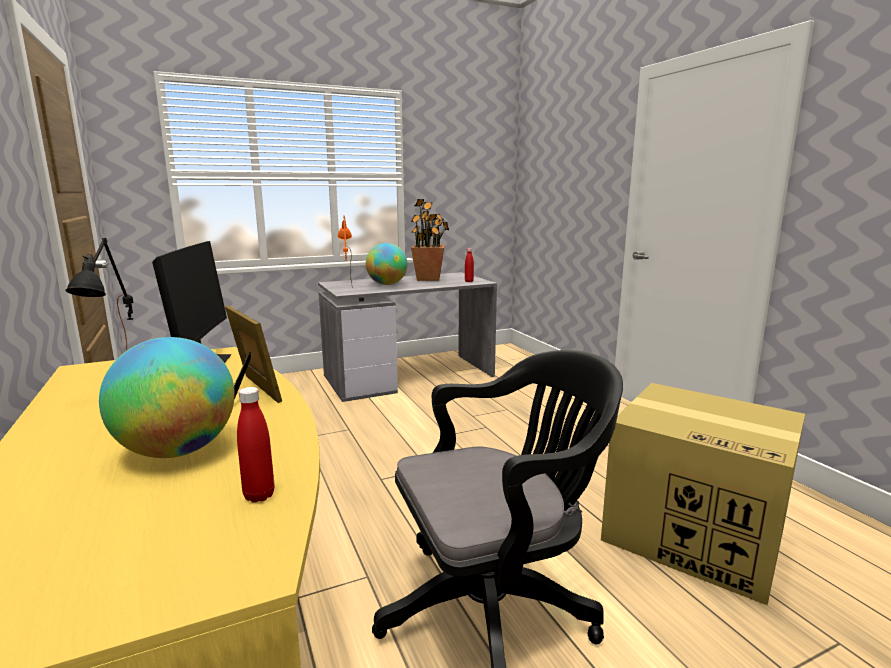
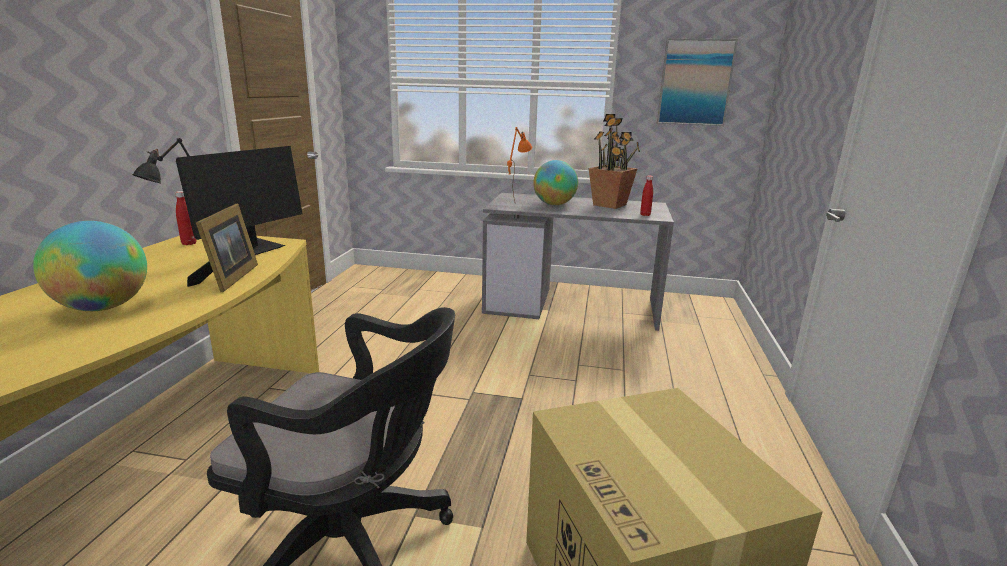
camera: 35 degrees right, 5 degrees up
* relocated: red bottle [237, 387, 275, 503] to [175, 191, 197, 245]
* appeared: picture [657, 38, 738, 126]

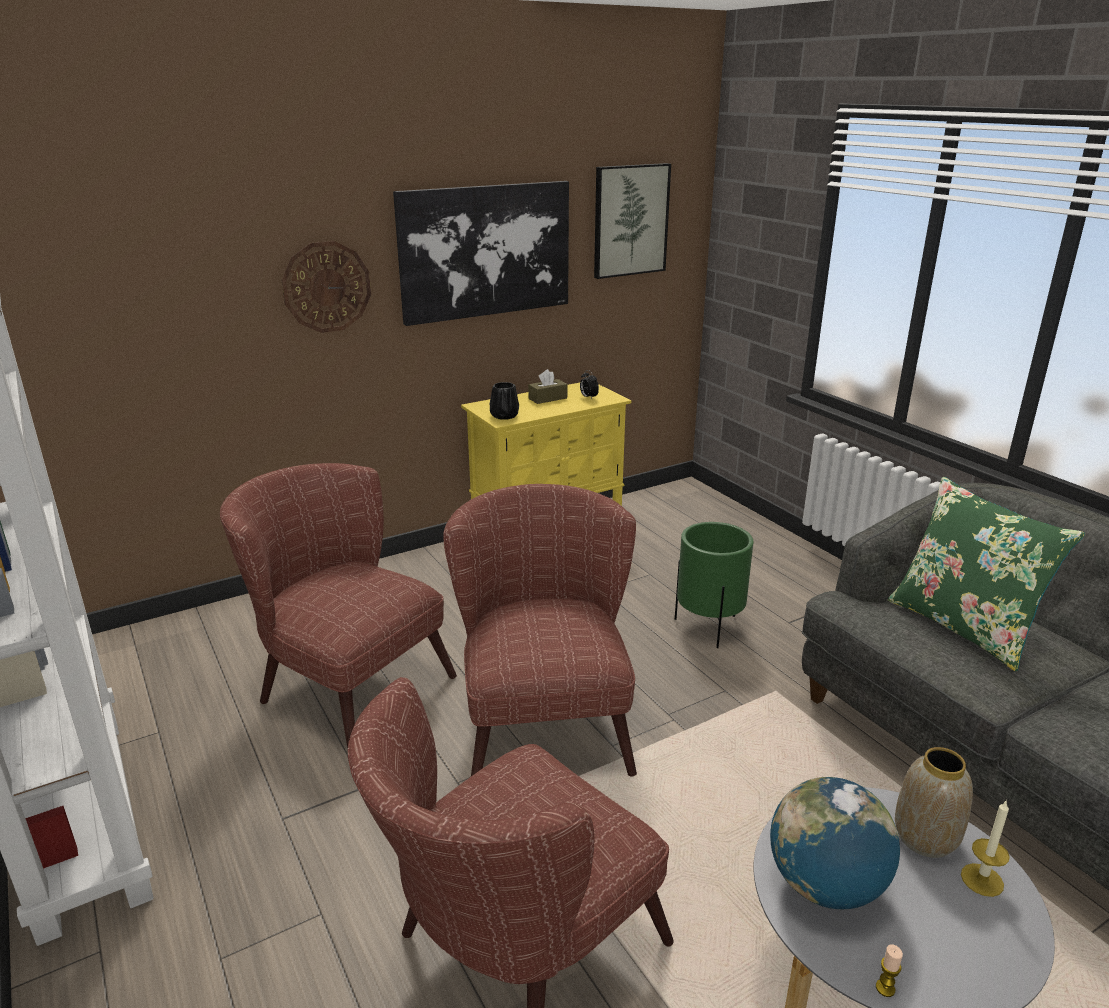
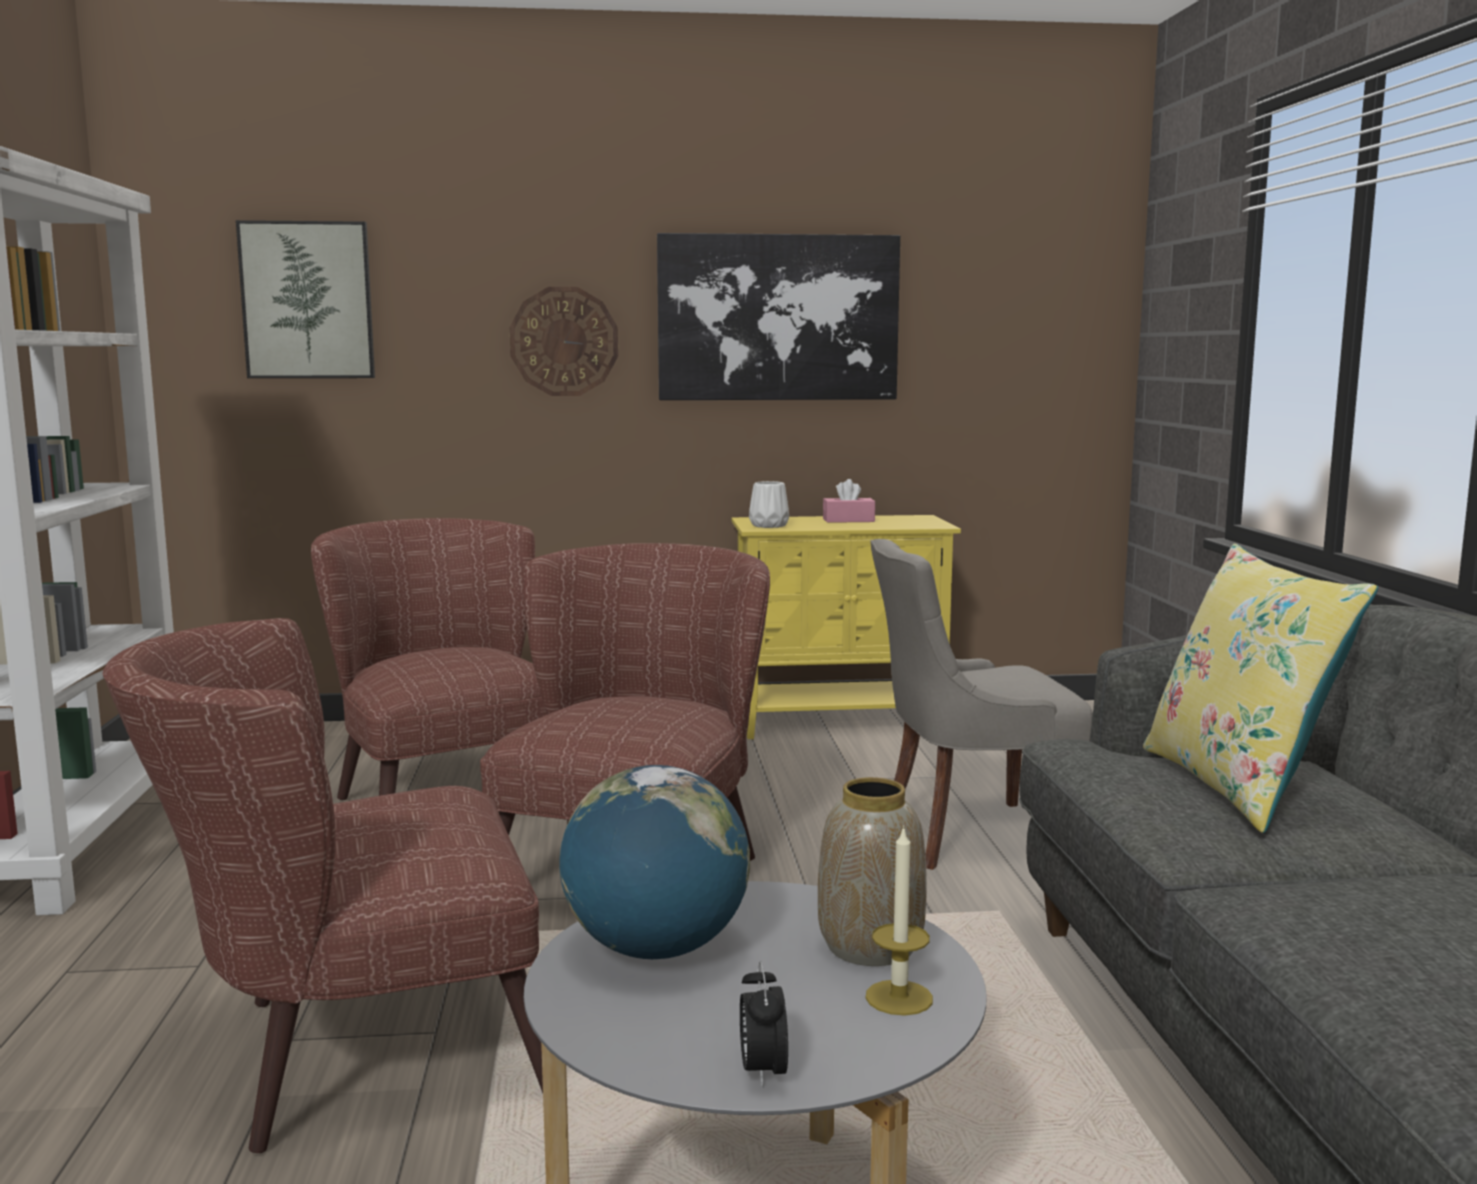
camera: 25 degrees right, 15 degrees down
* colour: black vase [490, 382, 519, 420] to white vase [749, 481, 789, 528]
* colour: brown tissue box [528, 369, 567, 404] to pink tissue box [823, 479, 875, 523]
* relocated: alarm clock [580, 370, 599, 399] to [740, 961, 788, 1088]
* relocated: picture [594, 163, 671, 279] to [236, 220, 375, 378]
* exchanged: green planter [675, 522, 753, 648] to grey chair [870, 539, 1093, 870]
* missing: candle [876, 944, 903, 997]
* colour: green pillow [888, 477, 1085, 671] to yellow pillow [1143, 544, 1378, 833]

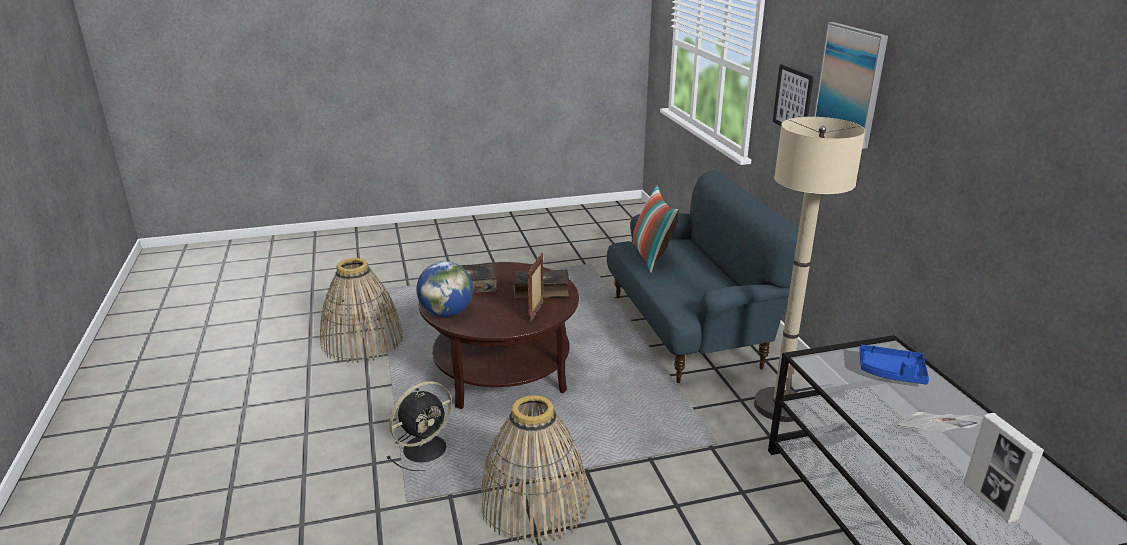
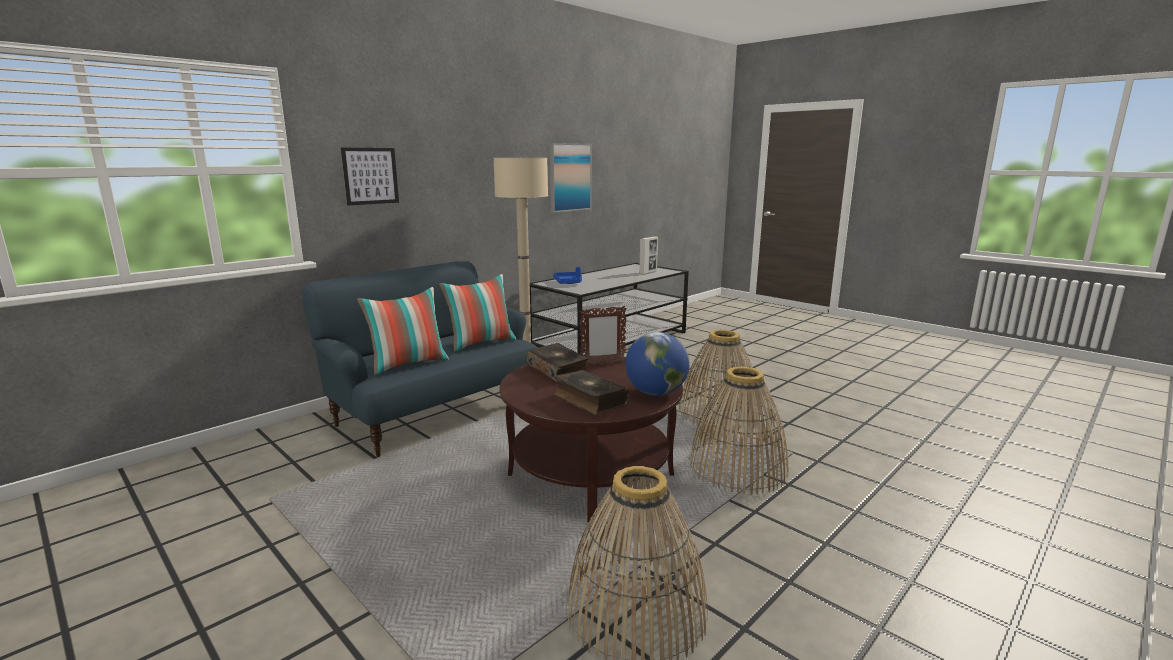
camera: 120 degrees left, 10 degrees down
* exchanged: black fan [387, 381, 452, 471] to basket [689, 367, 788, 495]
* relocated: picture [814, 22, 888, 149] to [550, 143, 592, 213]
* missing: newspaper [894, 412, 983, 432]
* appeared: pillow [439, 274, 516, 352]

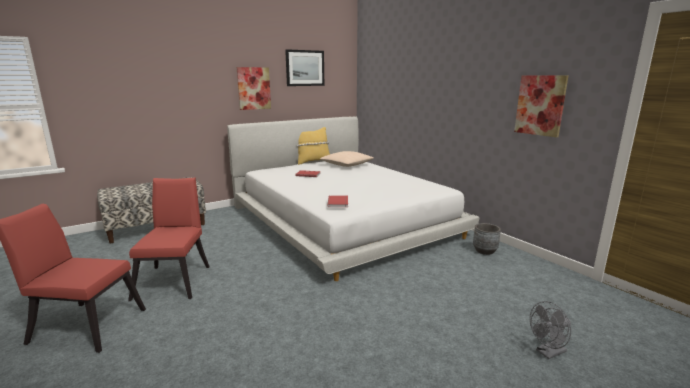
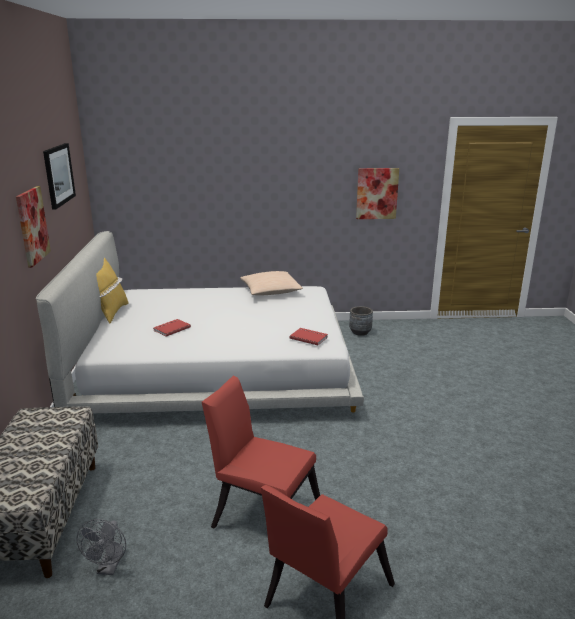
camera: 60 degrees left, 5 degrees up
* relocated: beige pillow [320, 151, 374, 167] to [240, 271, 303, 295]
* relocated: grey fan [530, 301, 571, 359] to [77, 519, 126, 575]

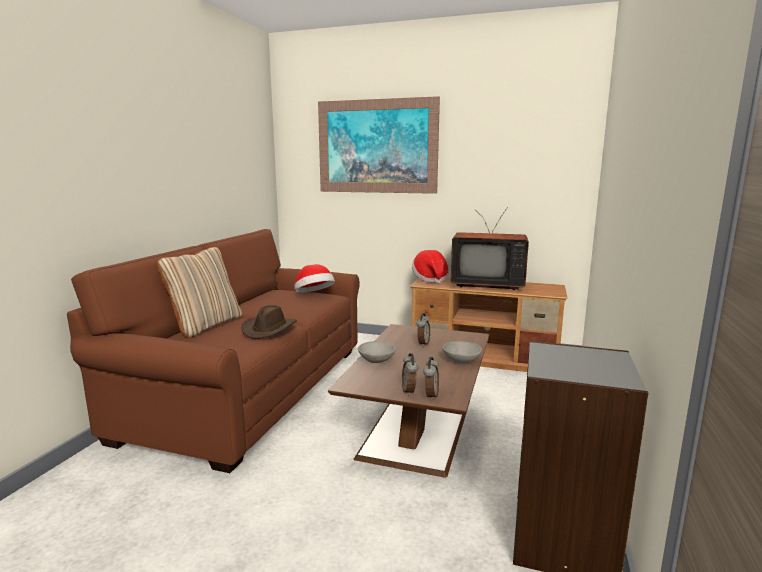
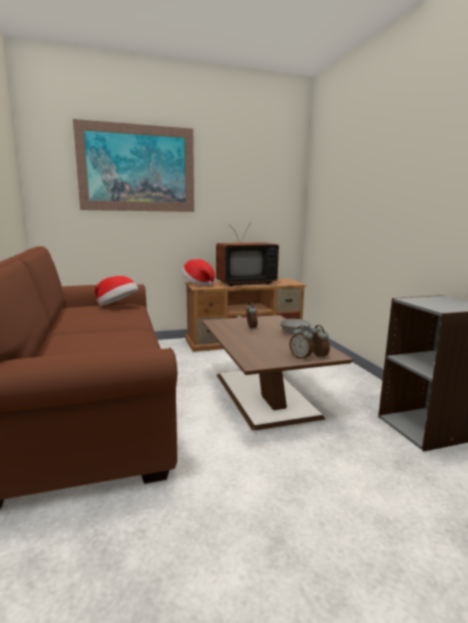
camera: 35 degrees left, 0 degrees up
* missing: beige pillow [157, 247, 242, 338]
* missing: brown hat [242, 305, 297, 339]
* missing: grey bowl [358, 341, 396, 363]

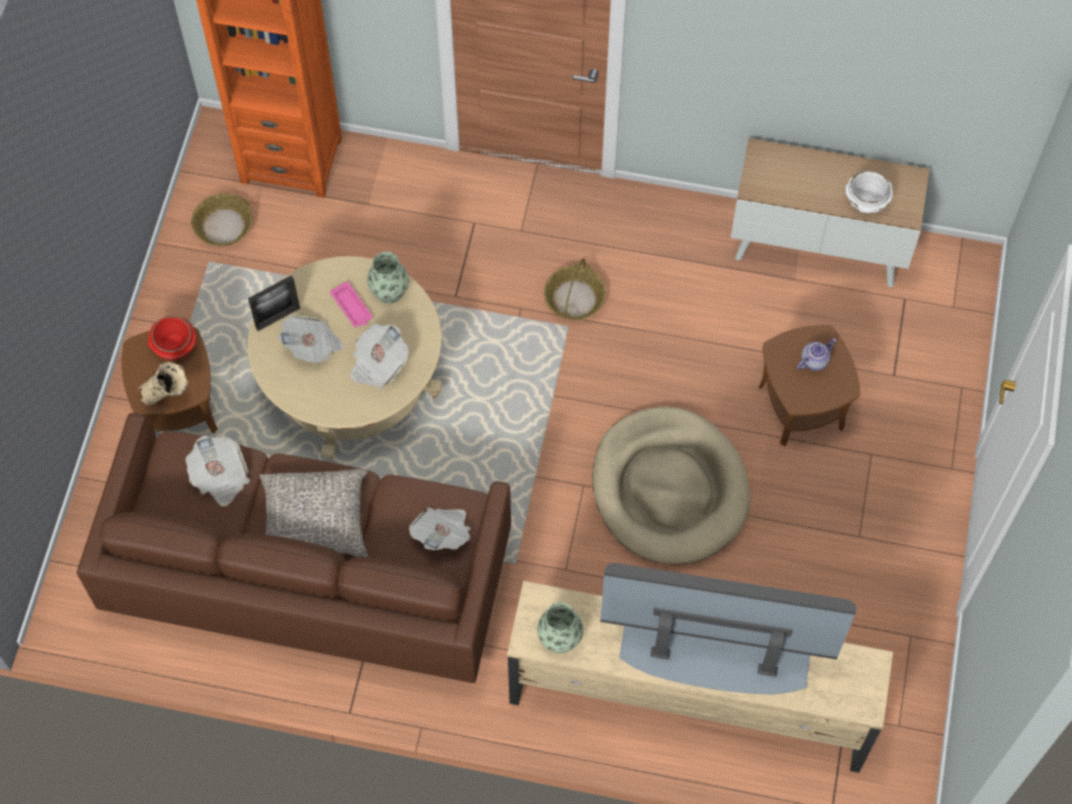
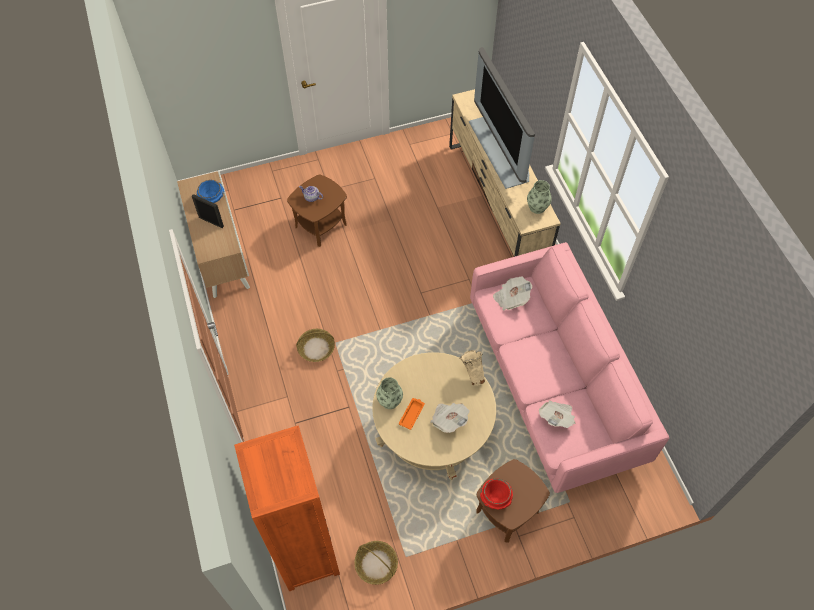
camera: 120 degrees left, 5 degrees down
* colour: brown sofa [77, 413, 511, 683] to pink sofa [470, 242, 669, 493]
* relocated: beige vase [138, 362, 188, 405] to [459, 350, 485, 386]
* relocated: picture frame [248, 275, 300, 331] to [192, 194, 224, 228]
* missing: grey pillow [259, 469, 368, 557]
* colour: pink tray [330, 281, 373, 328] to orange tray [399, 398, 425, 430]
* missing: newspaper [350, 324, 409, 389]
* missing: beige dog bed [592, 407, 750, 564]
* colour: white bowl [845, 170, 893, 213] to blue bowl [196, 180, 225, 203]

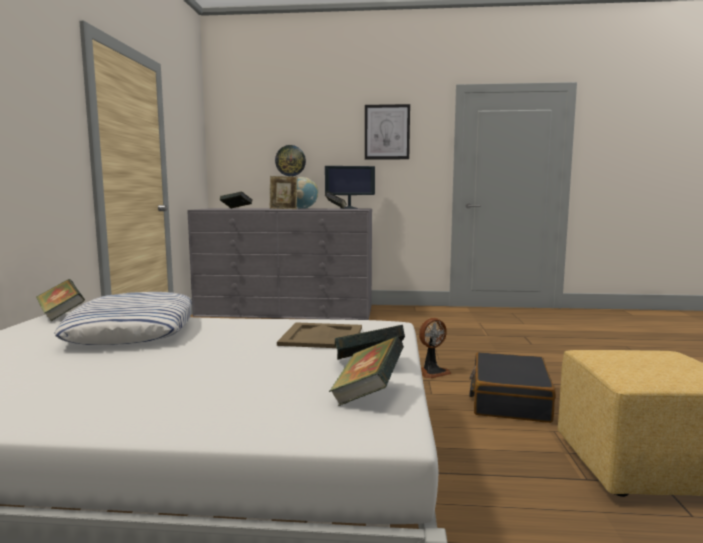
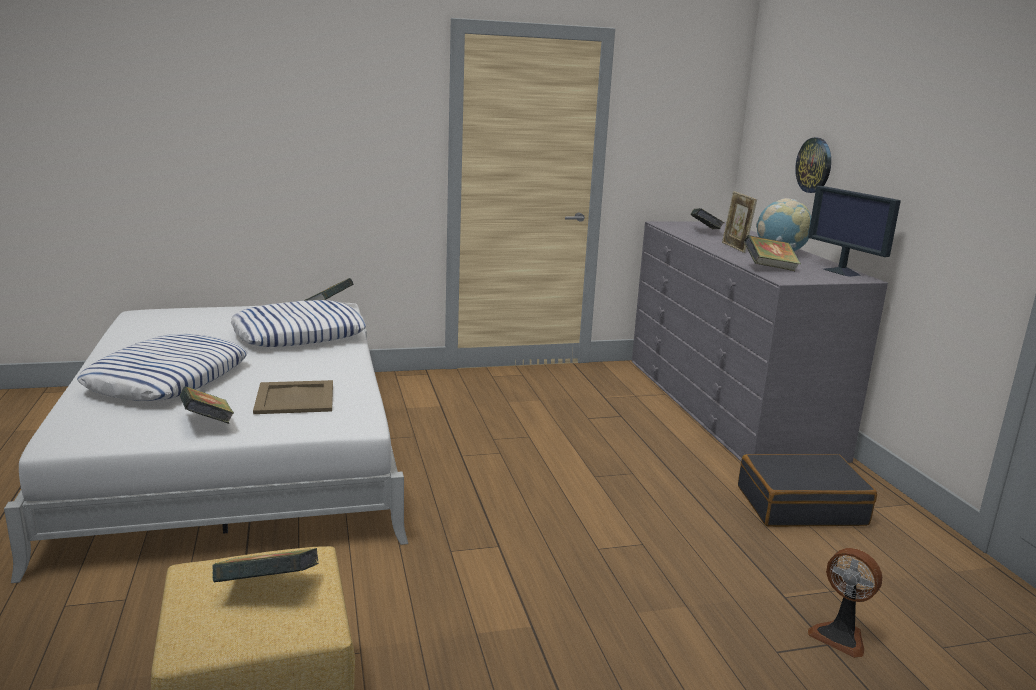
camera: 70 degrees right, 10 degrees up
* relocated: book [329, 337, 404, 406] to [212, 548, 319, 583]
* missing: picture [365, 104, 410, 160]
* relocated: fan [419, 318, 452, 379] to [807, 548, 882, 658]
* relocated: black suitcase [469, 352, 556, 423] to [738, 454, 877, 527]
* appeared: pillow [77, 334, 247, 401]

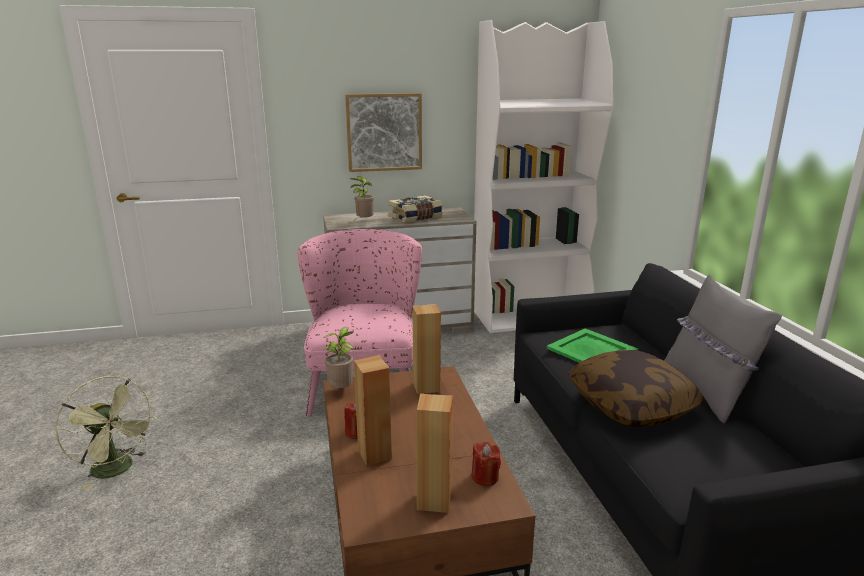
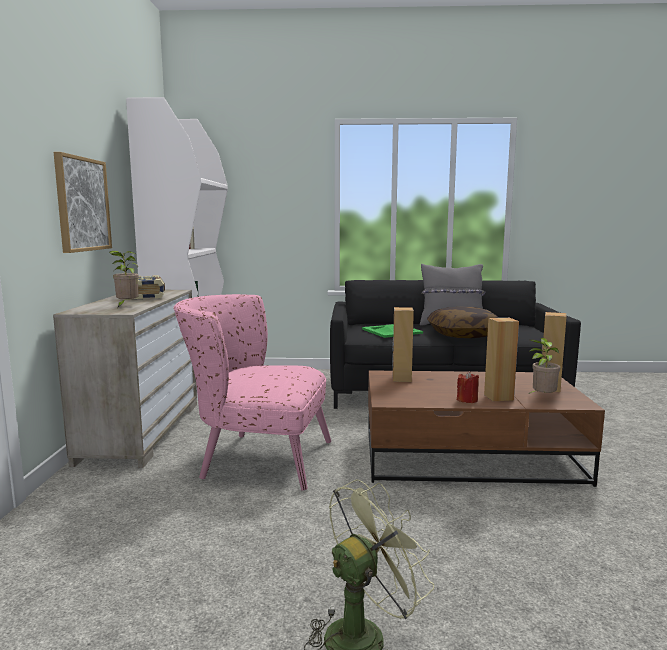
camera: 75 degrees left, 10 degrees down
* relocated: potted plant [324, 327, 353, 388] to [529, 338, 560, 394]
* missing: red candle [472, 441, 501, 486]

